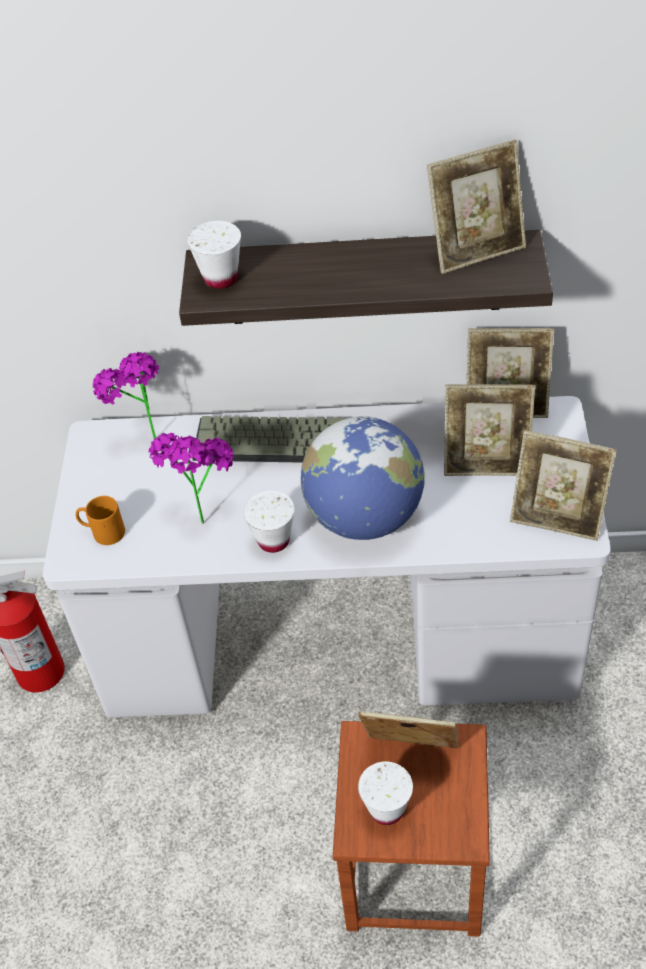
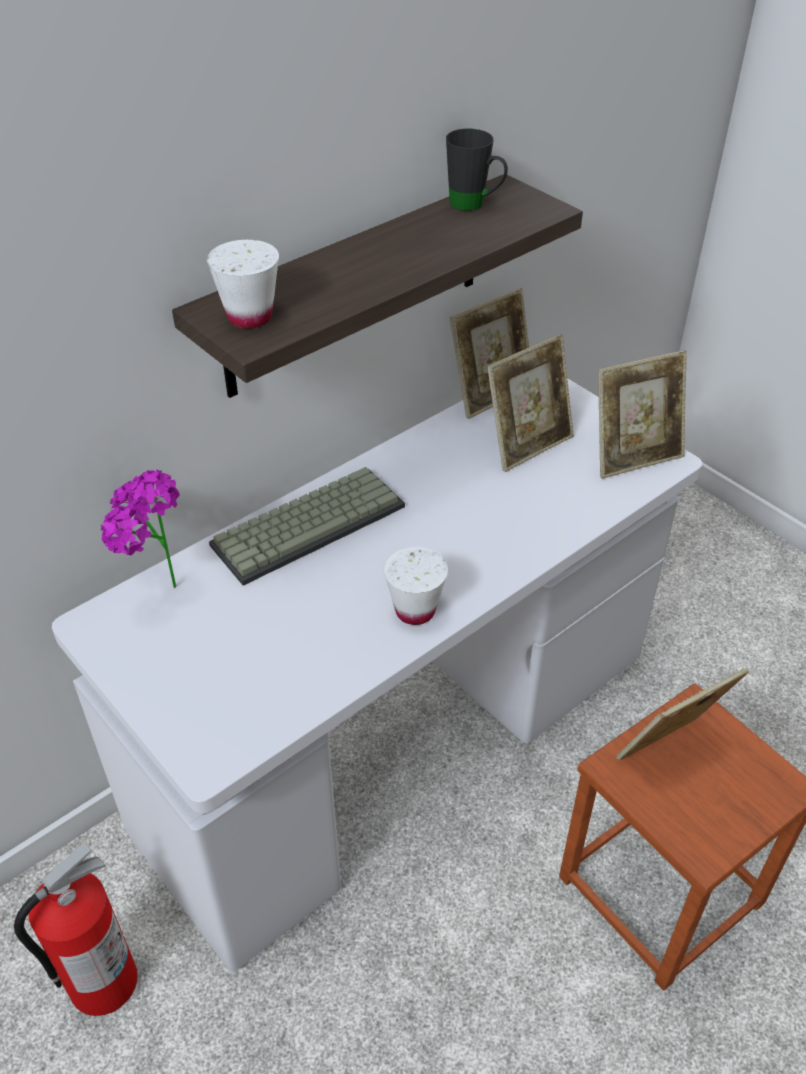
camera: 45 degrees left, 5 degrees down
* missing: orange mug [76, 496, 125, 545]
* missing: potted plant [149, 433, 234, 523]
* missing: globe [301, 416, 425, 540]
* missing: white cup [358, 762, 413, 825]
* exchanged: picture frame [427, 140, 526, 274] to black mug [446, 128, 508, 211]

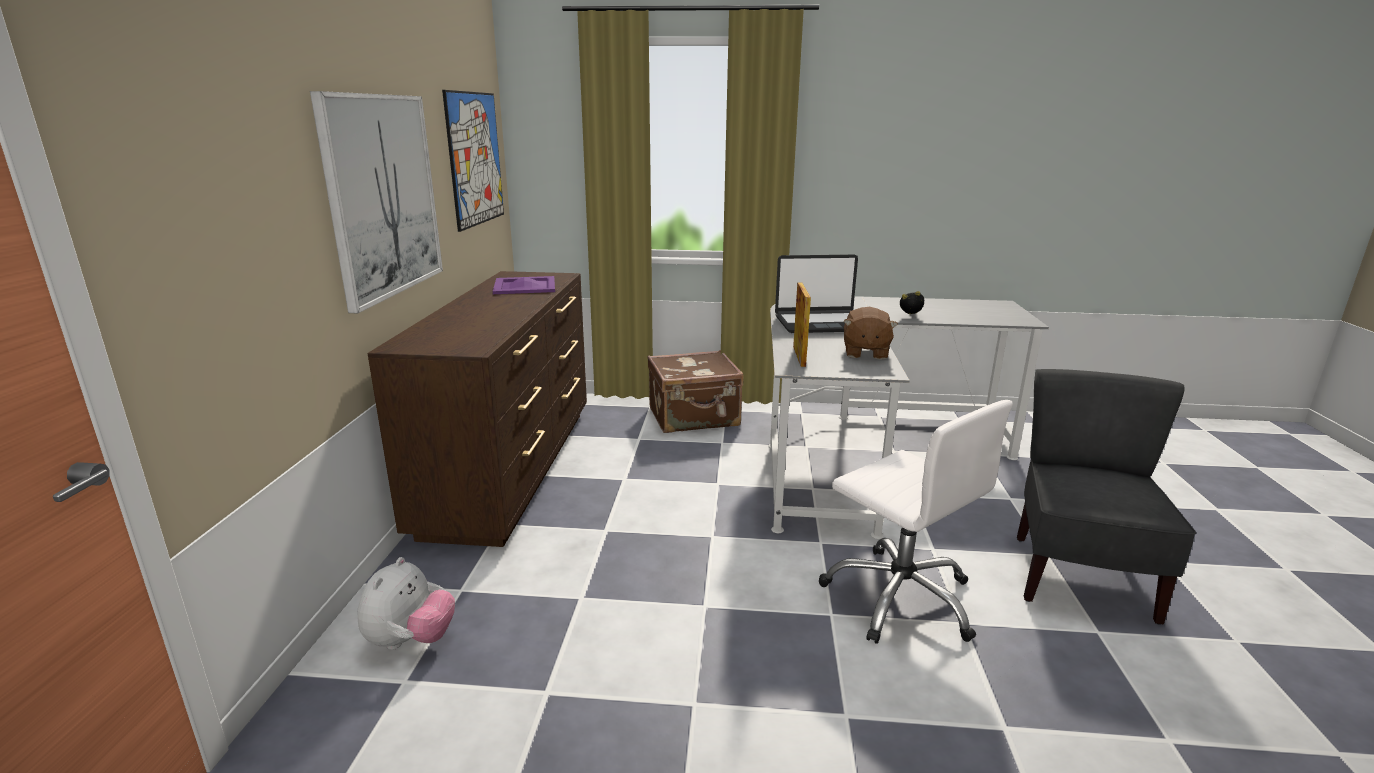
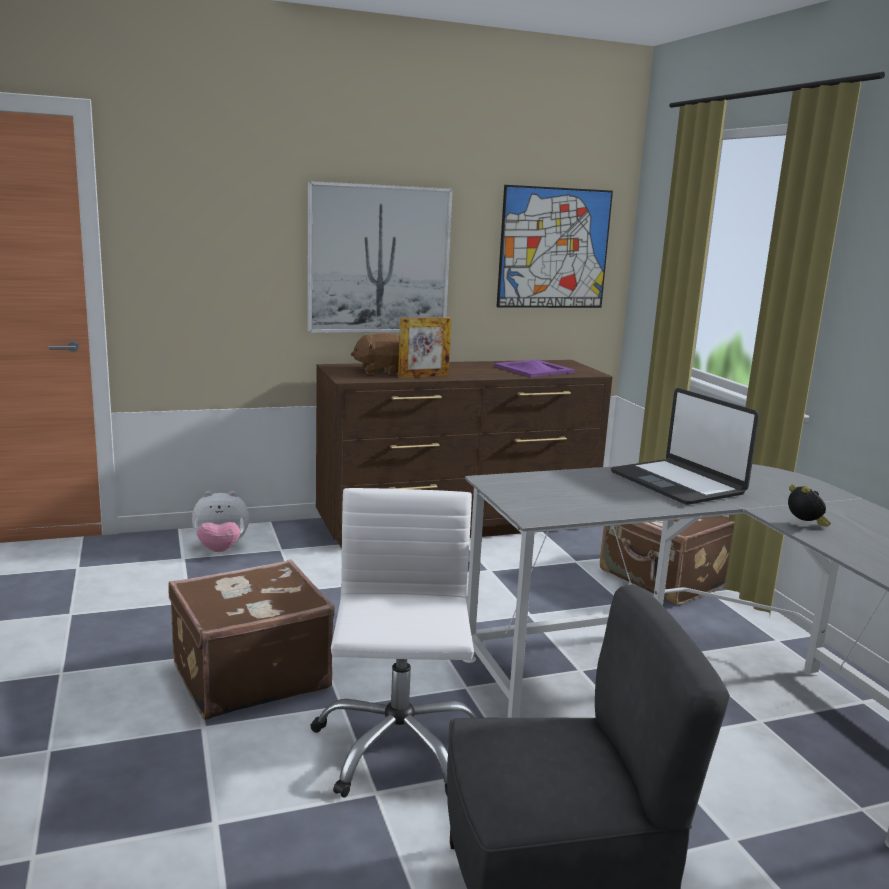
camera: 65 degrees right, 5 degrees down
* relocated: picture frame [793, 282, 811, 367] to [398, 317, 451, 378]
* spun: white office chair [819, 400, 1013, 644] = [310, 488, 478, 798] 150 degrees clockwise
* relocated: brown plush toy [843, 307, 898, 360] to [351, 333, 399, 374]
* appeared: brown suitcase [168, 560, 335, 720]

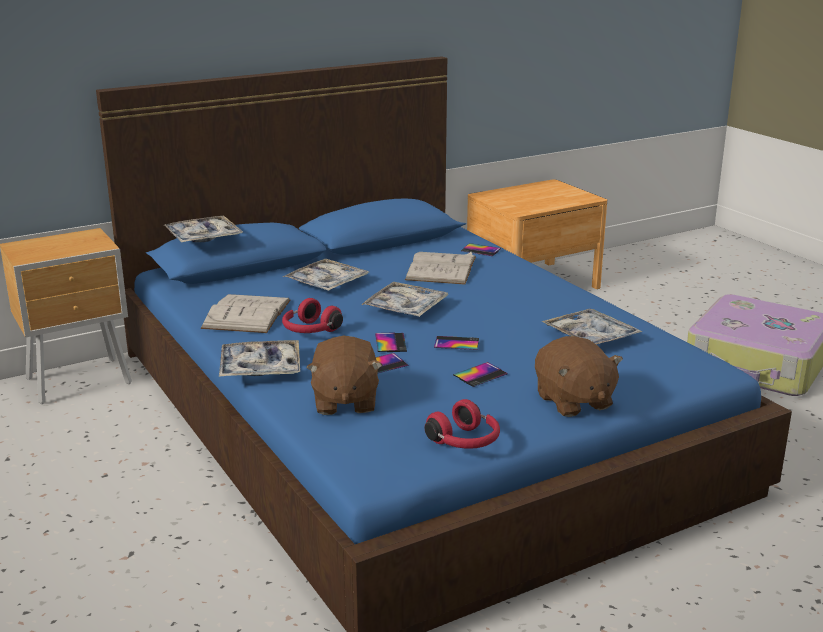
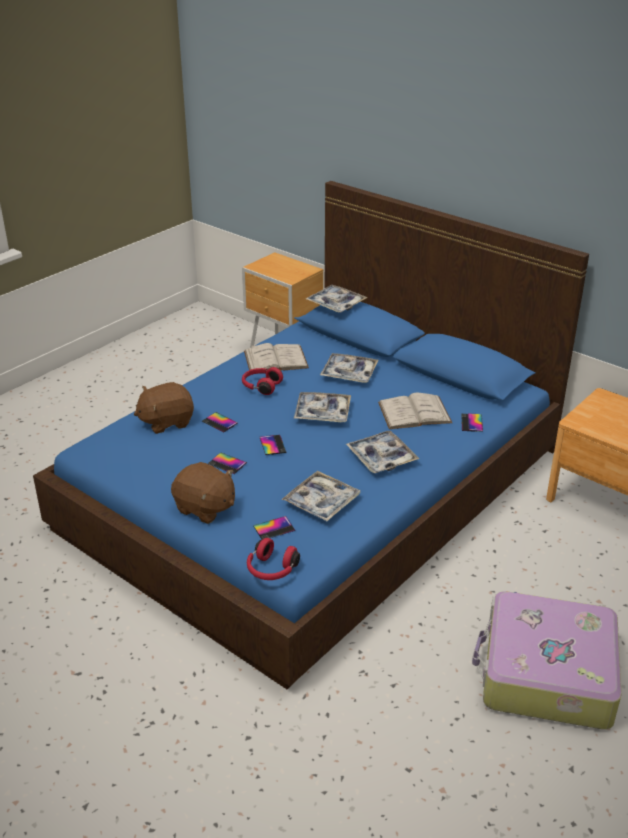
camera: 70 degrees right, 10 degrees up
* relocated: tray [219, 340, 300, 377] to [346, 431, 419, 473]
* relocated: phone [375, 332, 407, 352] to [253, 516, 295, 540]
* relocated: red headphones [424, 399, 500, 449] to [247, 538, 300, 580]
* spun: brown plush toy [535, 336, 623, 417] = [171, 462, 235, 524] 105 degrees counterclockwise

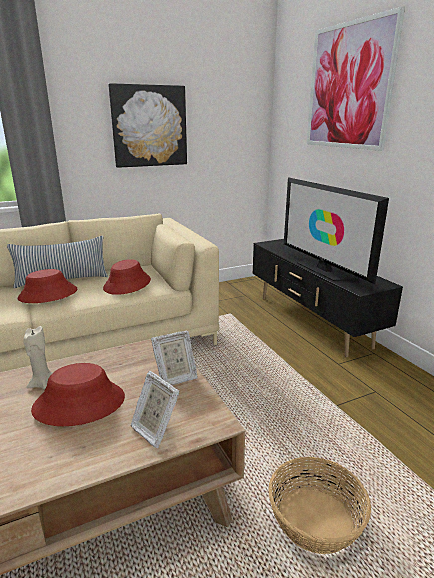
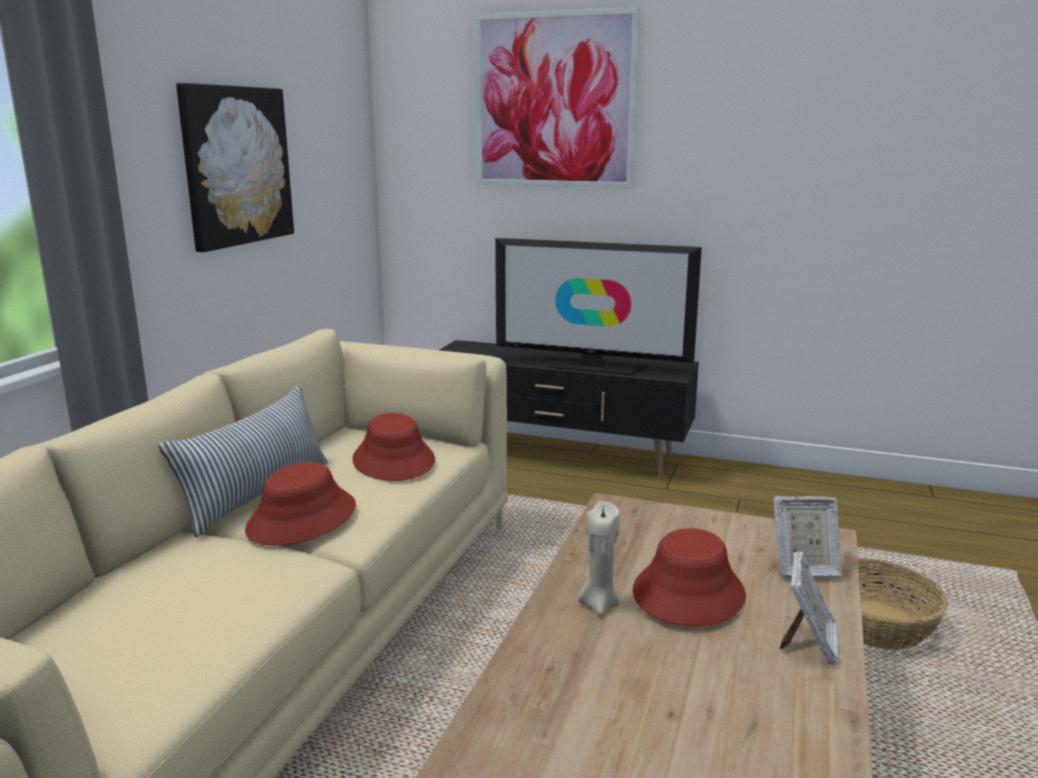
camera: 45 degrees left, 5 degrees down
* relocated: picture frame [151, 331, 197, 385] to [779, 551, 839, 666]

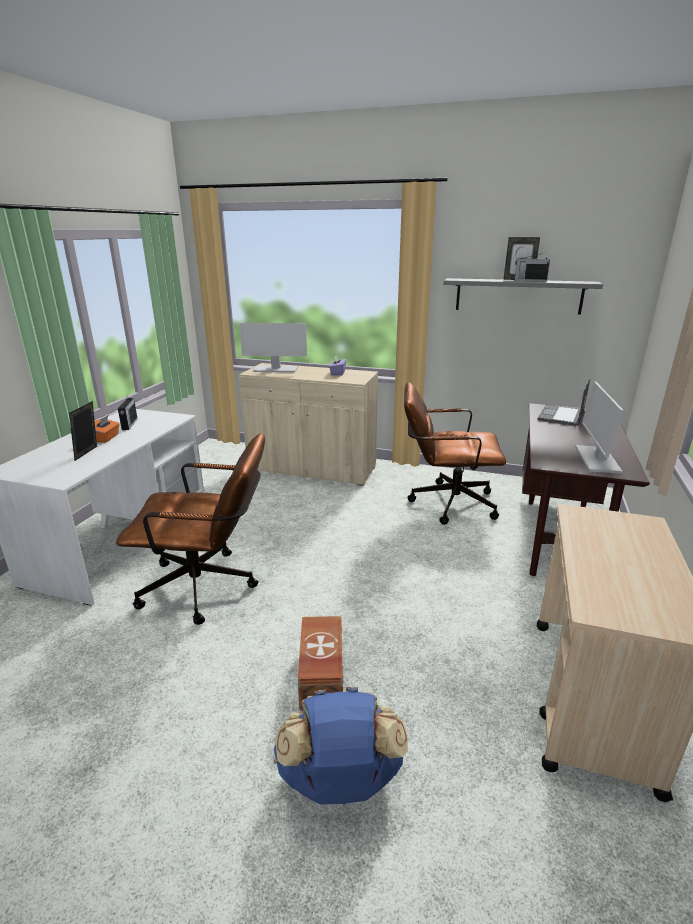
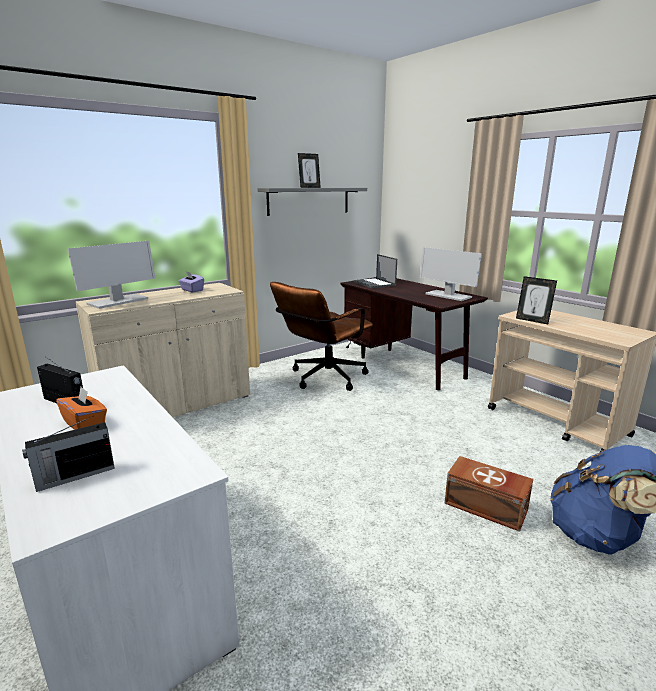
camera: 55 degrees left, 5 degrees down
* relocated: picture frame [69, 401, 97, 461] to [516, 276, 557, 324]
* missing: brown office chair [116, 433, 265, 625]
* relocated: radio [515, 252, 550, 282] to [22, 416, 115, 492]

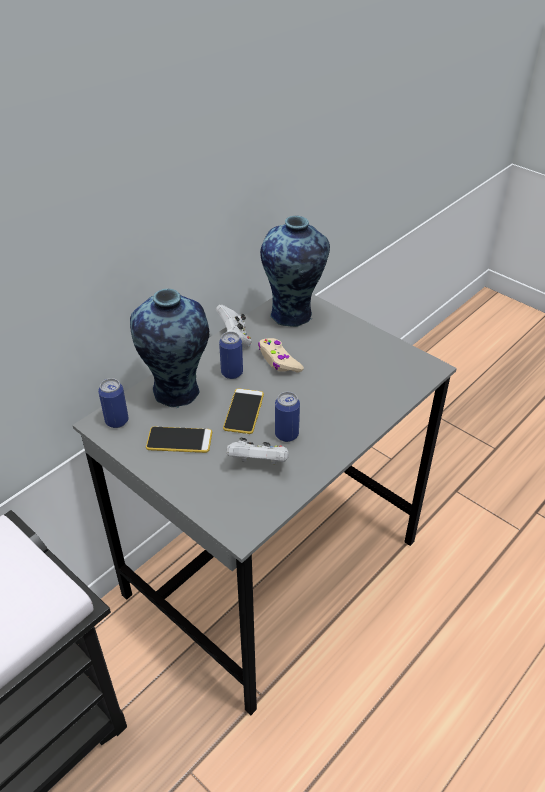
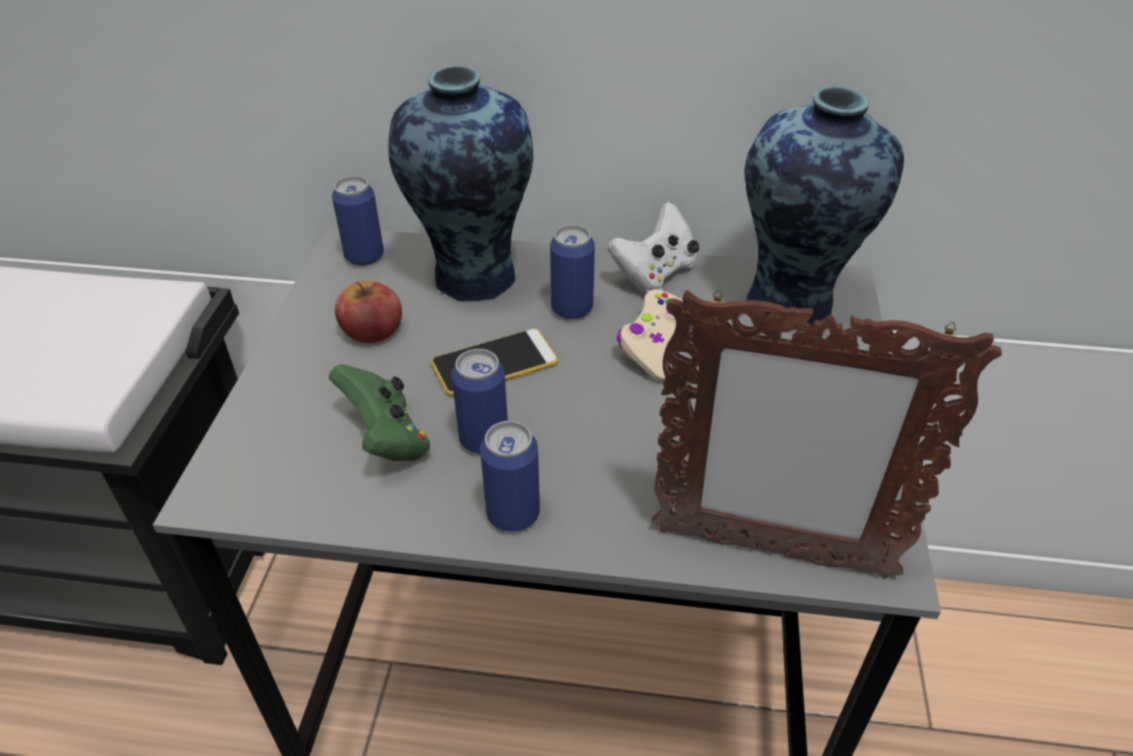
camera: 55 degrees right, 0 degrees up
* exchanged: phone [146, 427, 212, 453] to apple [335, 281, 402, 343]
* colour: white game controller [227, 438, 289, 465] to green game controller [329, 364, 430, 461]
* appeared: can [480, 421, 540, 532]
* appeared: picture frame [652, 290, 1002, 579]

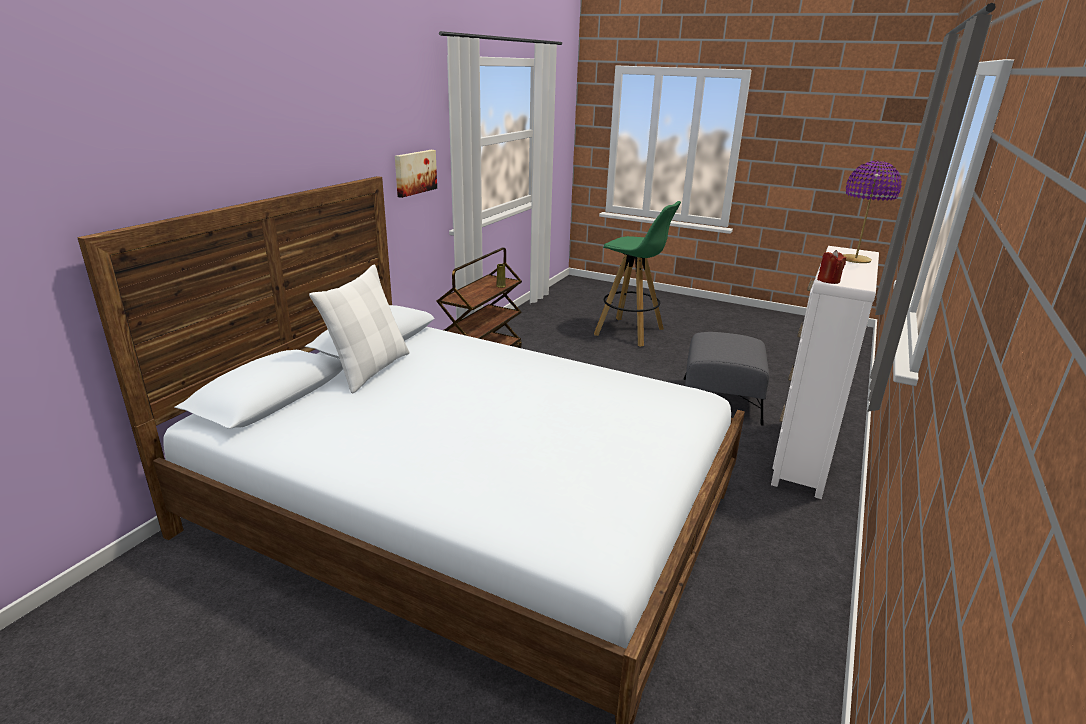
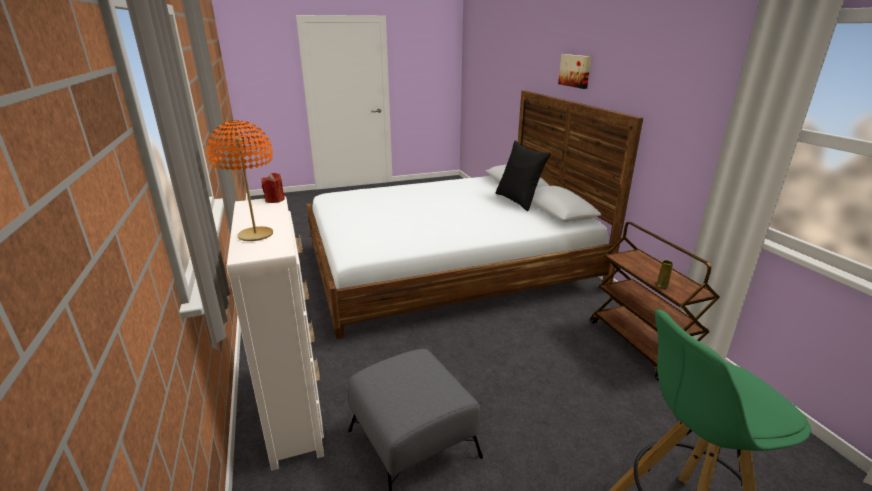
camera: 135 degrees right, 0 degrees up
* colour: white pillow [309, 265, 409, 393] to black pillow [496, 141, 551, 211]
* relocated: picture [395, 150, 437, 198] to [558, 54, 591, 89]
* colour: purple table lamp [843, 161, 902, 263] to orange table lamp [207, 120, 273, 241]

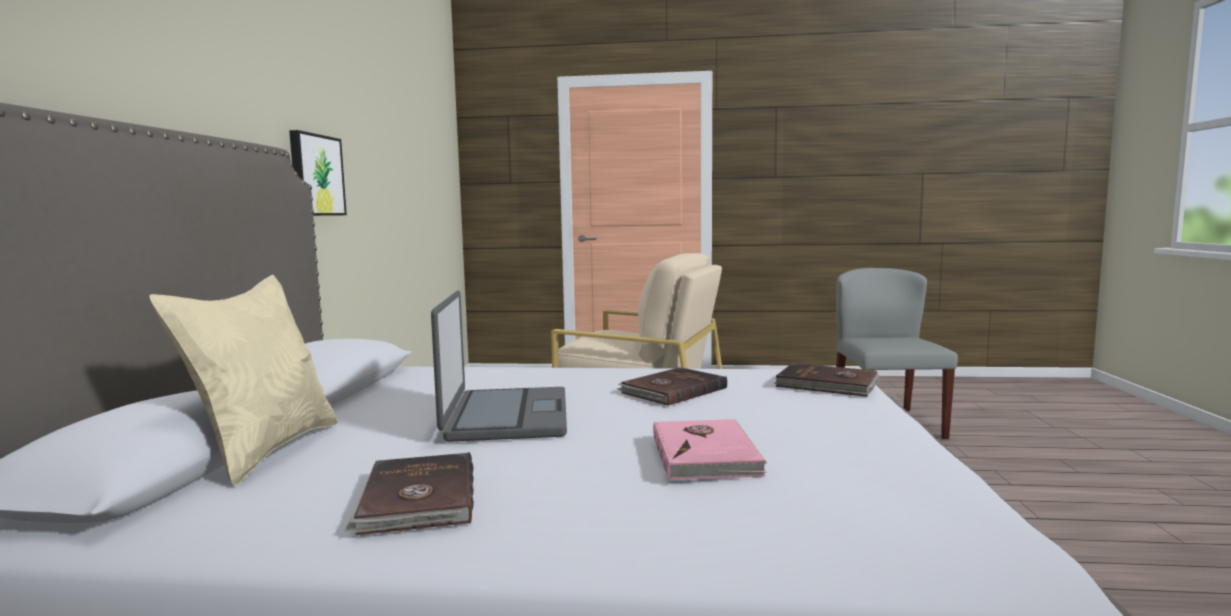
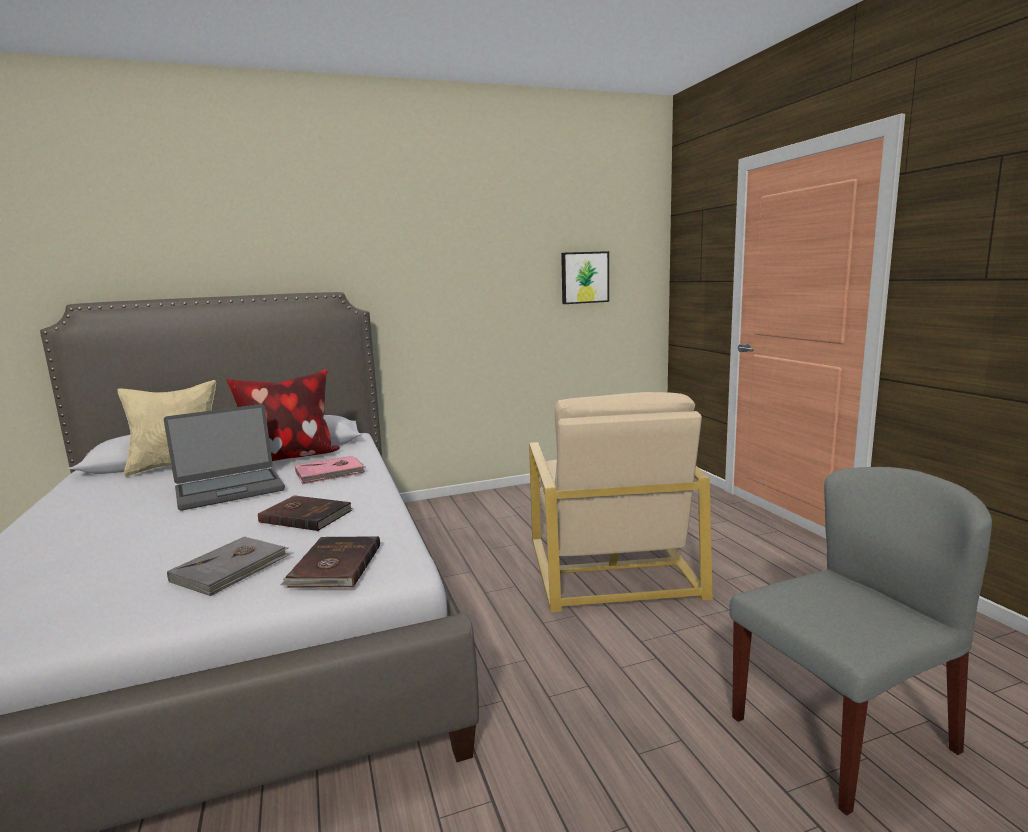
camera: 65 degrees right, 5 degrees up
* relocated: picture [289, 130, 347, 216] to [561, 251, 609, 304]
* missing: brown book [344, 452, 474, 535]
* relocated: pink book [653, 419, 767, 480] to [295, 456, 366, 484]
* appeared: grey book [167, 536, 291, 596]
* appeared: pillow [226, 369, 340, 461]

